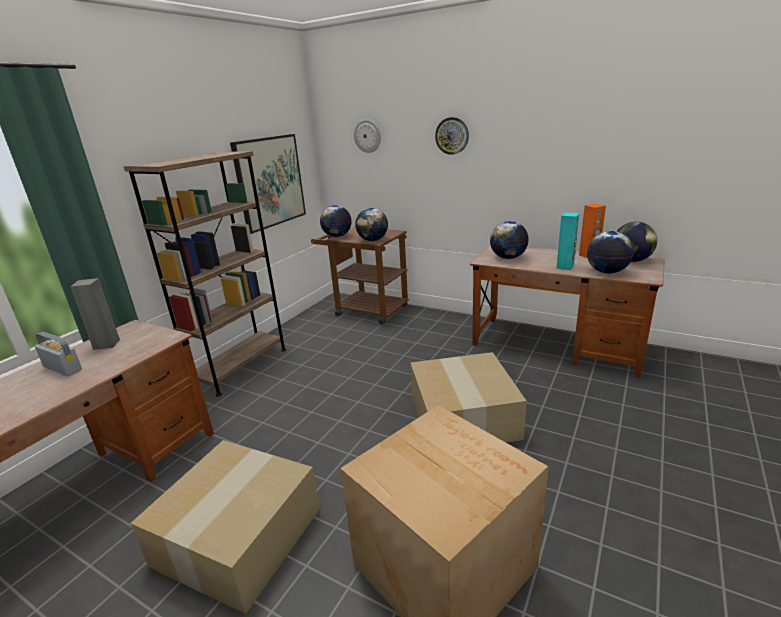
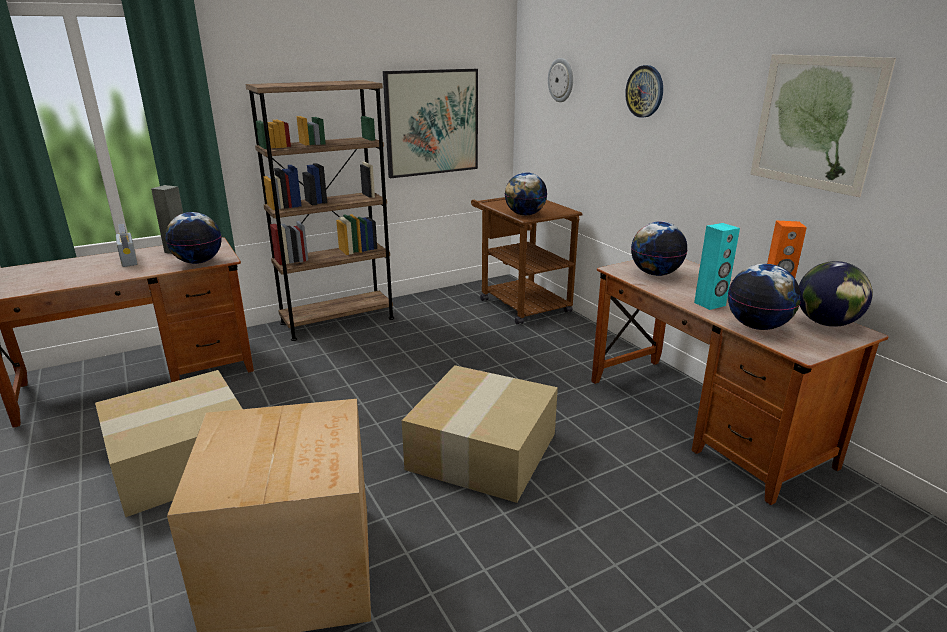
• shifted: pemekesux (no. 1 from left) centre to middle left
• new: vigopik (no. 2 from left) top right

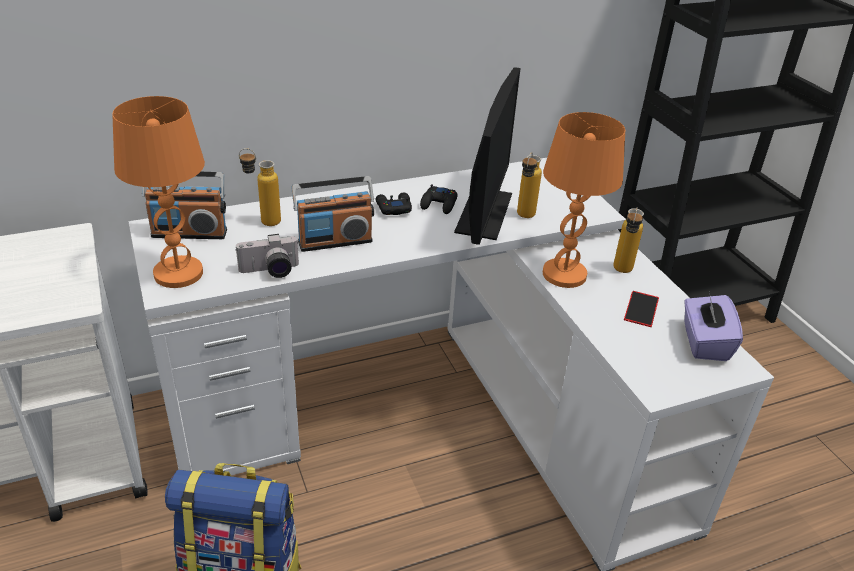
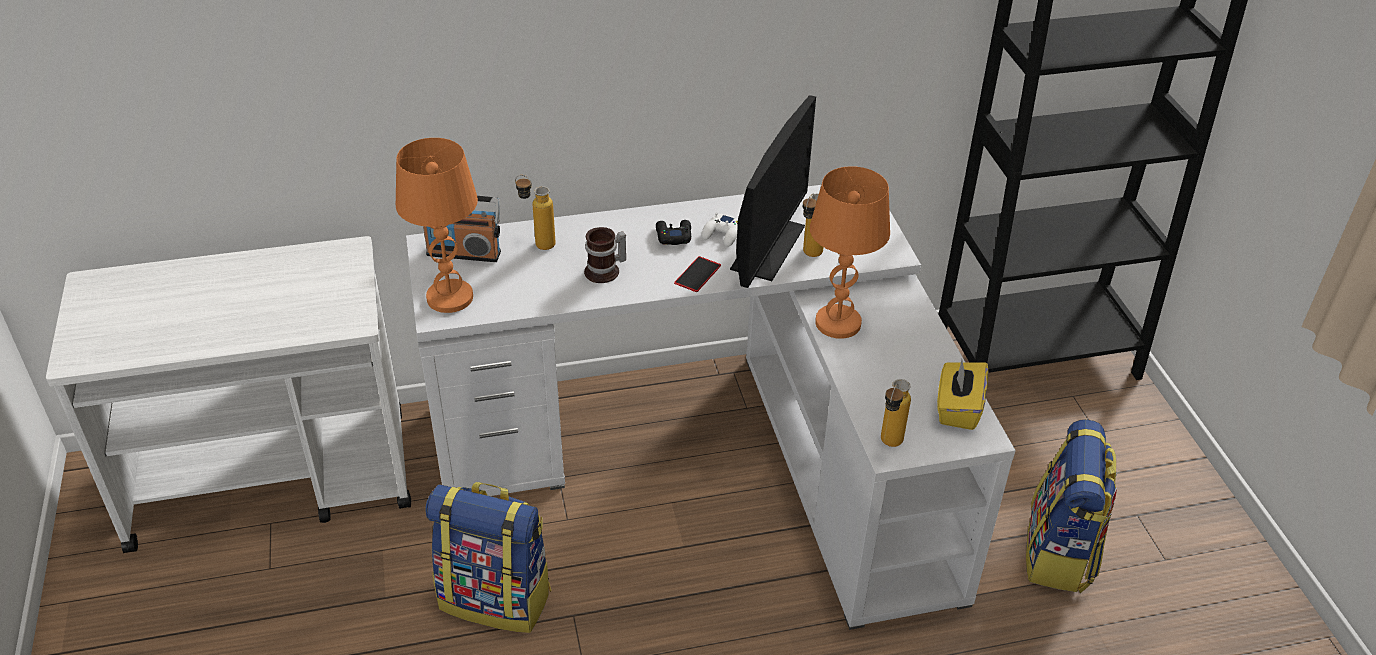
• swapped: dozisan (no. 2 from left) centre to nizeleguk centre
• repainted: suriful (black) (no. 2 from left) centre to suriful (white) centre
• shifted: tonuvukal (no. 3 from left) middle right to centre
• gone: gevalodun middle left
• shifted: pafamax middle right to centre
• repainted: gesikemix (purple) middle right to gesikemix (yellow) middle right
• new: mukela (no. 2 from left) bottom right

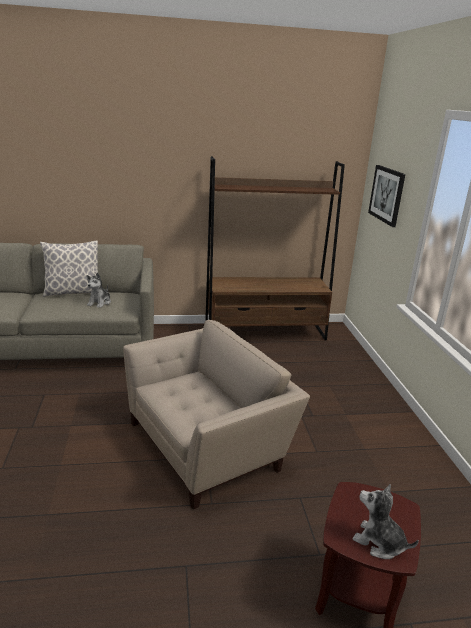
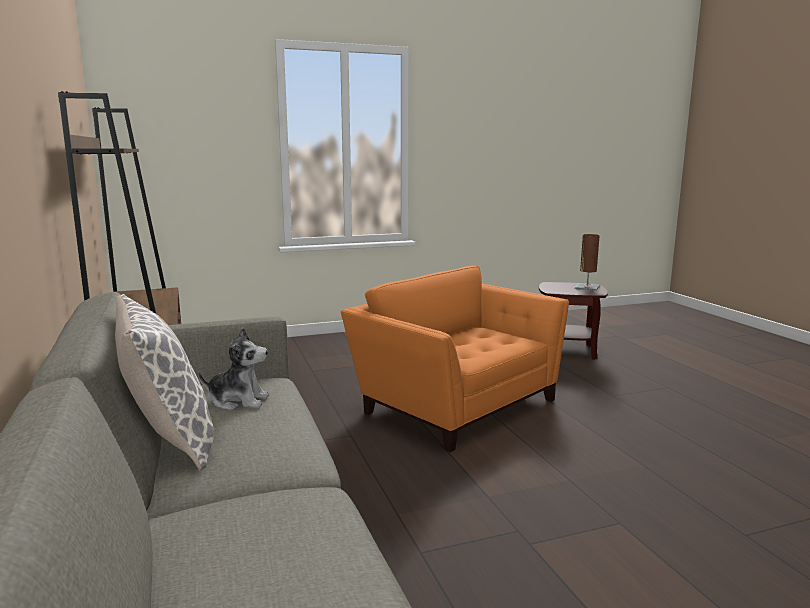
• gone: vigopik top right
• repainted: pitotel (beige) centre to pitotel (orange) centre
• swapped: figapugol (no. 2 from left) bottom right to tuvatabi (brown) middle right

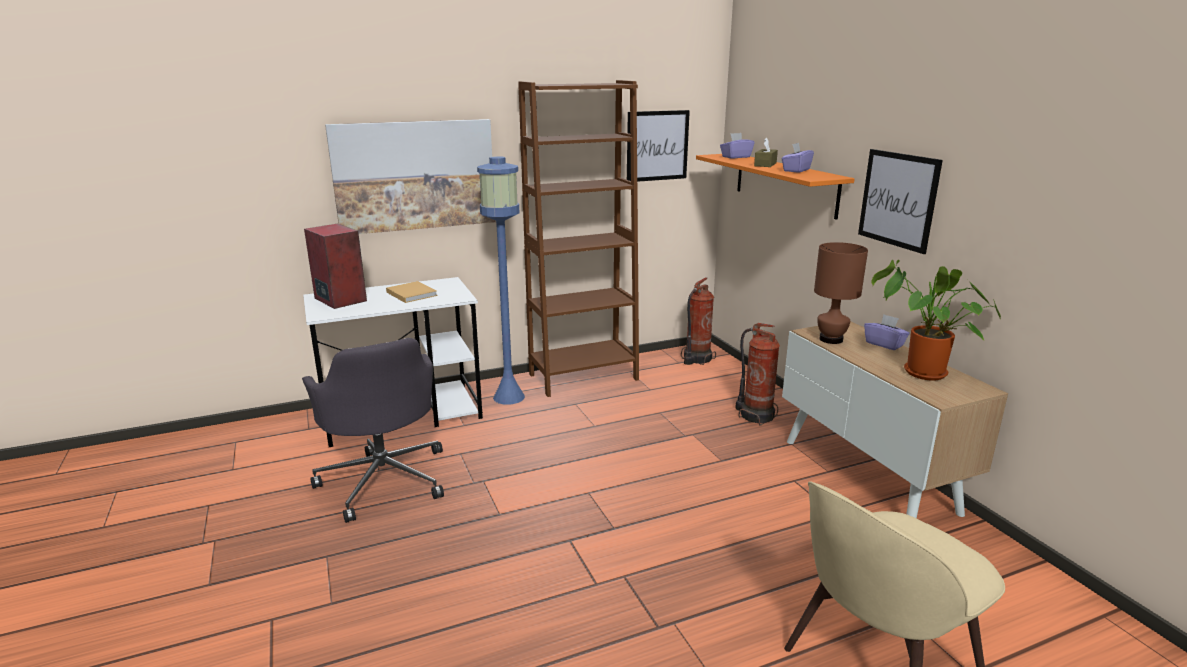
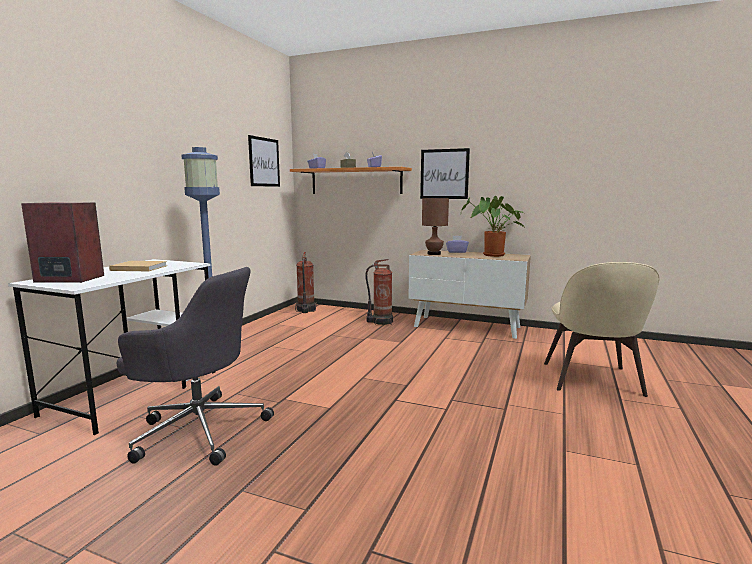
• gone: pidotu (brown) centre
• gone: vigopik (no. 1 from left) top centre

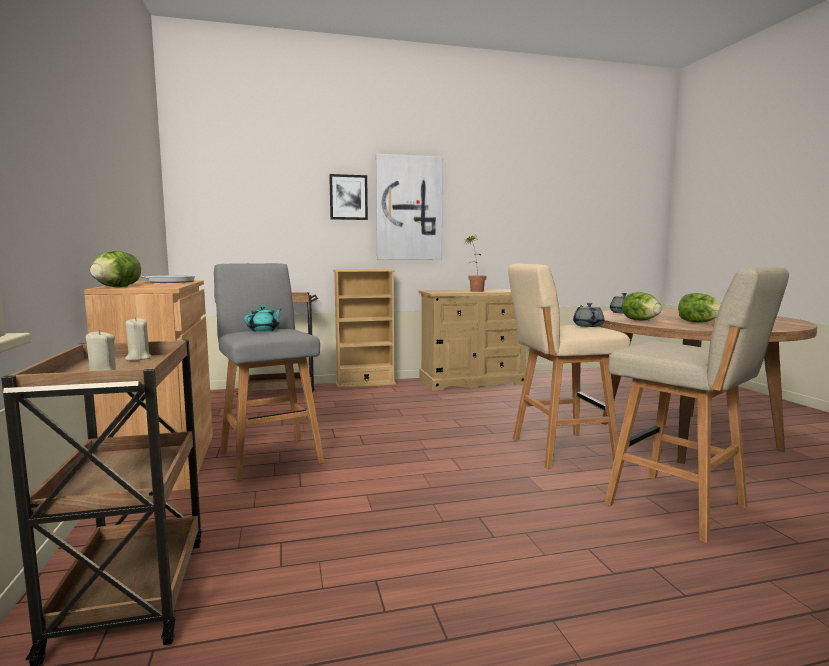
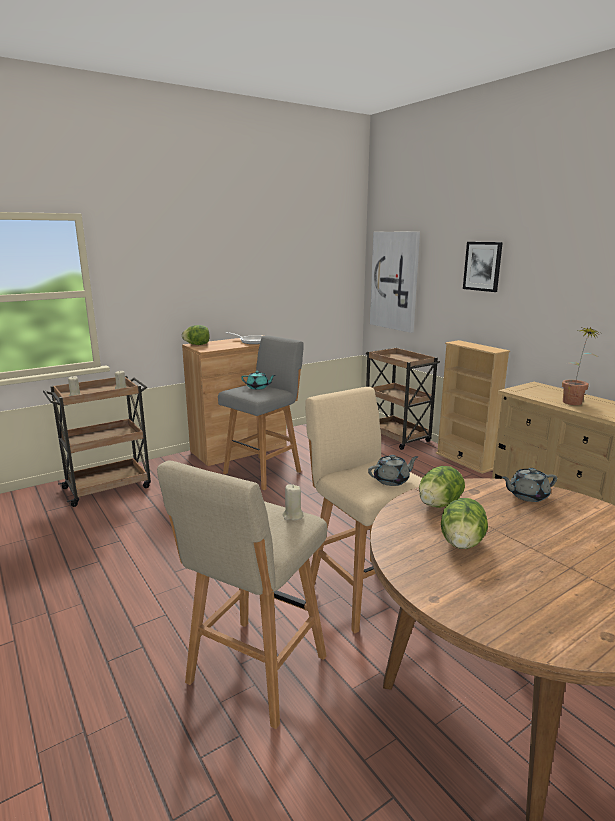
• shifted: vigopik (no. 2 from left in the first image) top centre to vigopik (no. 1 from left) centre
• new: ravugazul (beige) (no. 3 from left) centre

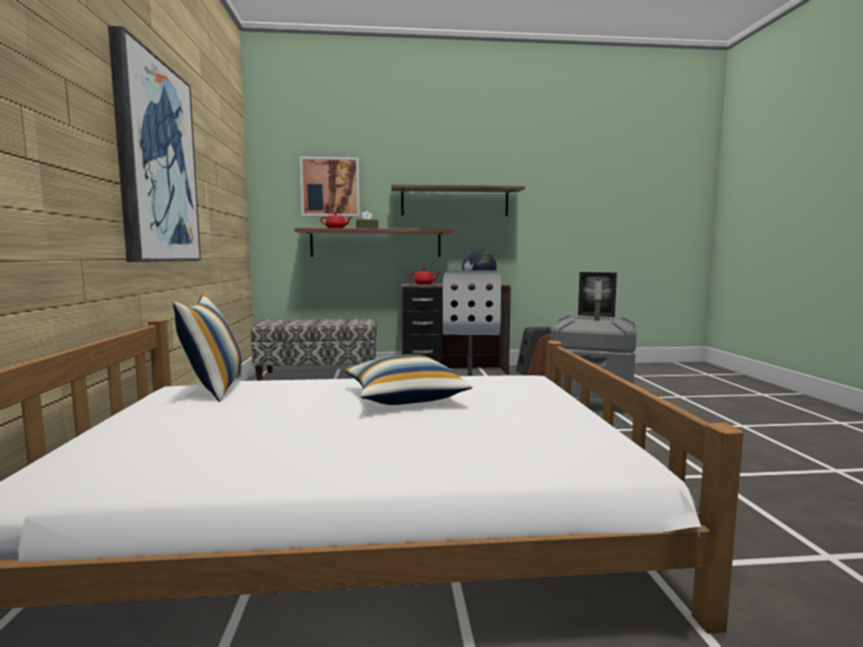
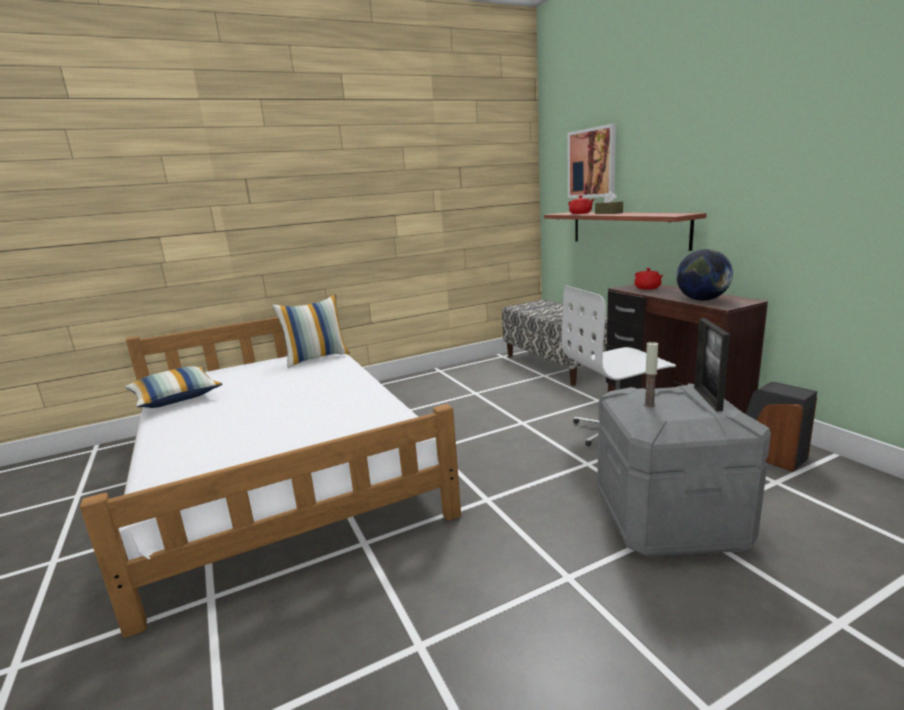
• gone: vigopik (no. 1 from left) top left
• gone: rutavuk (no. 2 from left) top centre
• shifted: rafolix (no. 2 from left in the first image) centre to rafolix (no. 1 from left) middle left

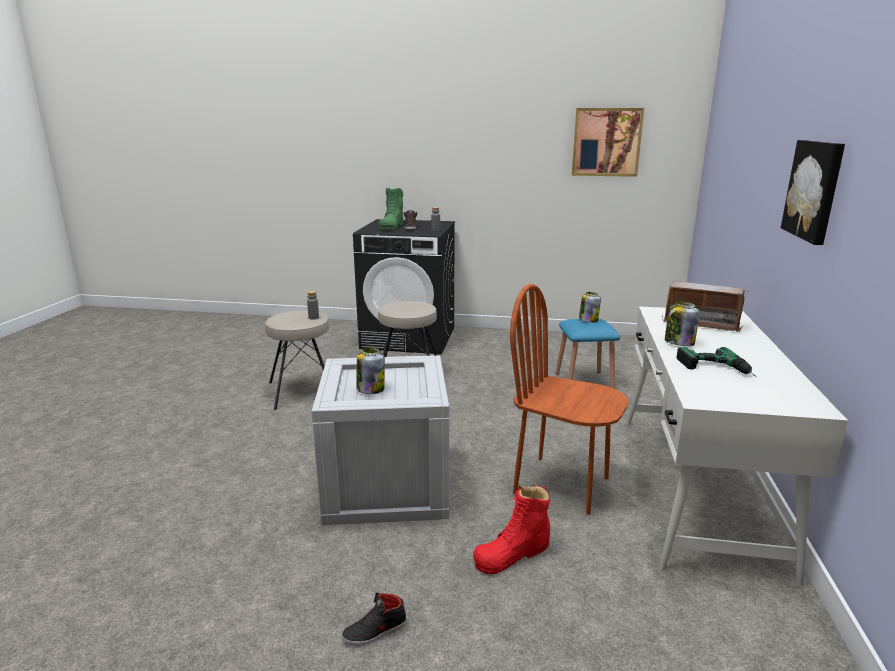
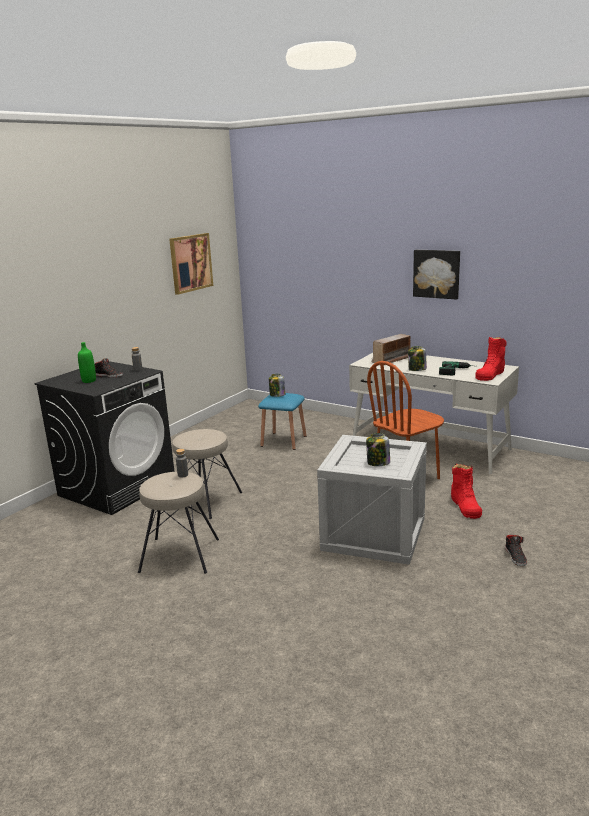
• swapped: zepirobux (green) top centre to tonuvukal (green) middle left
• new: zepirobux (red) (no. 2 from left) middle right

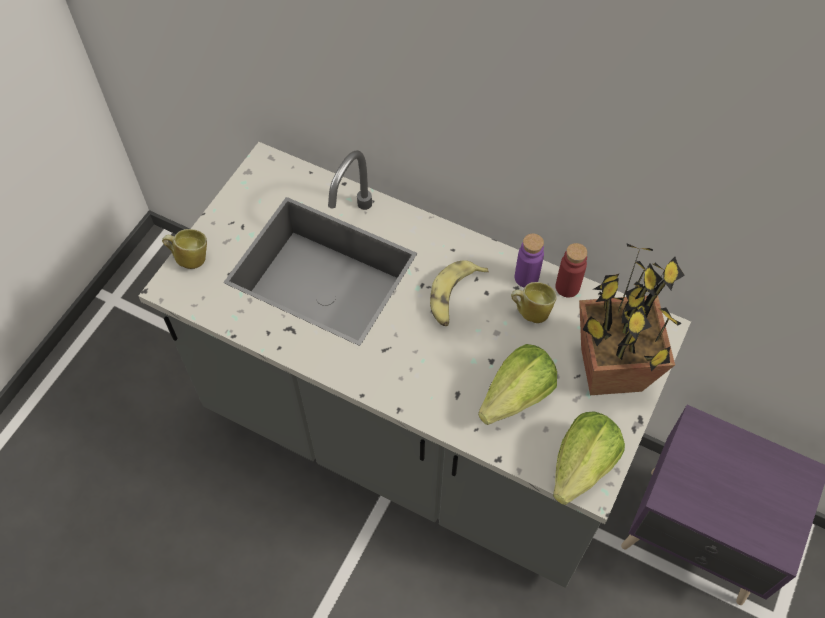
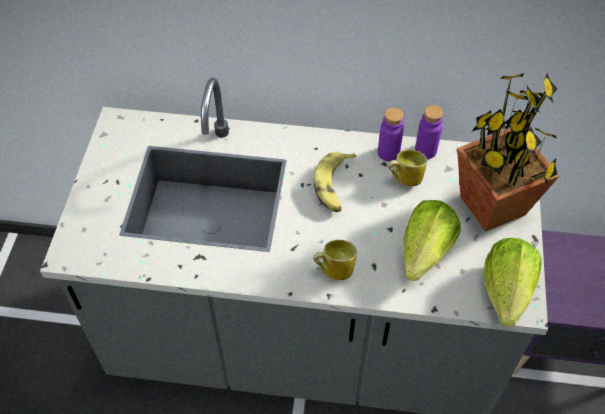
• shifted: nizeleguk (no. 1 from left) middle left to centre
• repainted: tonuvukal (red) middle right to tonuvukal (purple) (no. 2 from left) top right

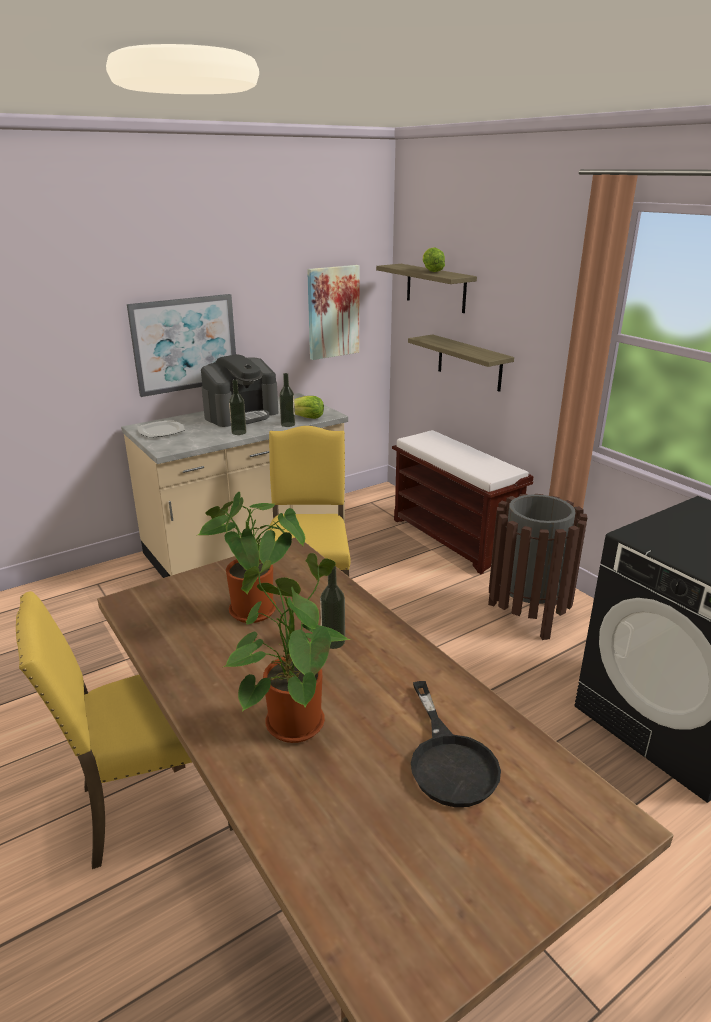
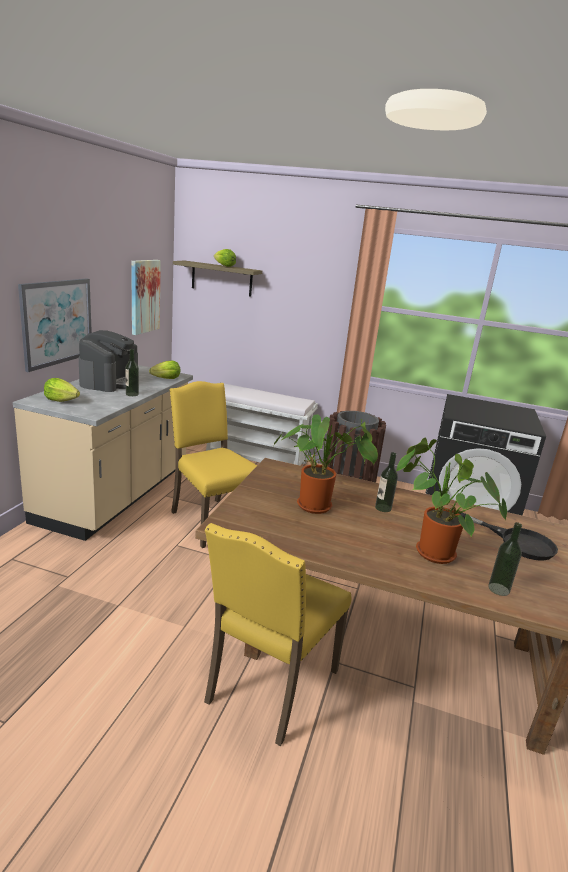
• gone: rutavuk (no. 2 from left) centre
• shifted: tonuvukal (no. 2 from left in the first image) centre to tonuvukal (no. 3 from left) middle right
• swapped: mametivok middle left to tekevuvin (no. 1 from left) middle left
• repainted: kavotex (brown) centre to kavotex (white) centre

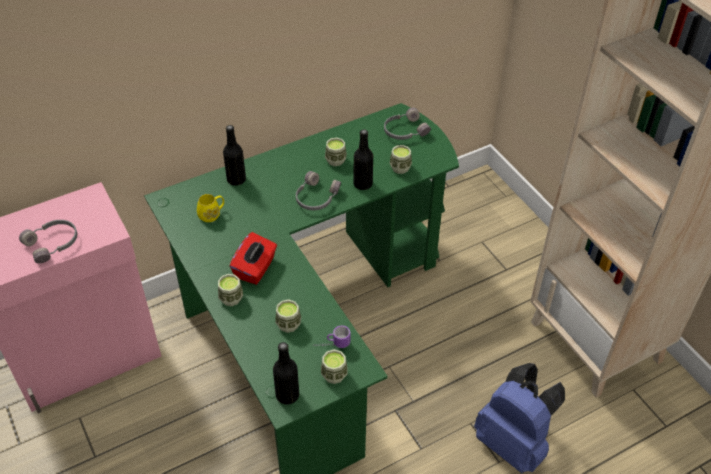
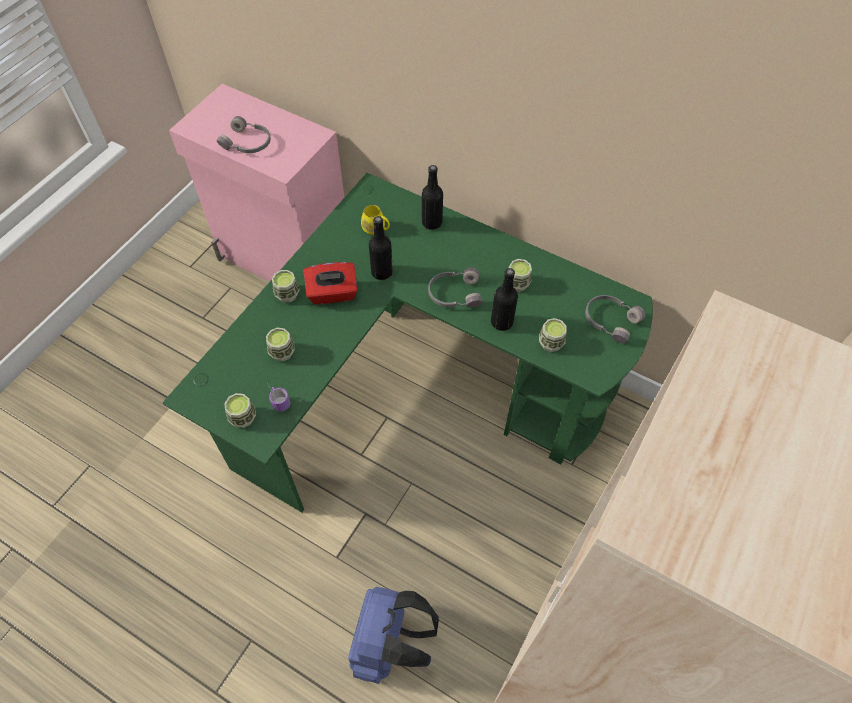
• shifted: tonuvukal (black) (no. 2 from left in the first image) bottom centre to tonuvukal (black) (no. 1 from left) centre

